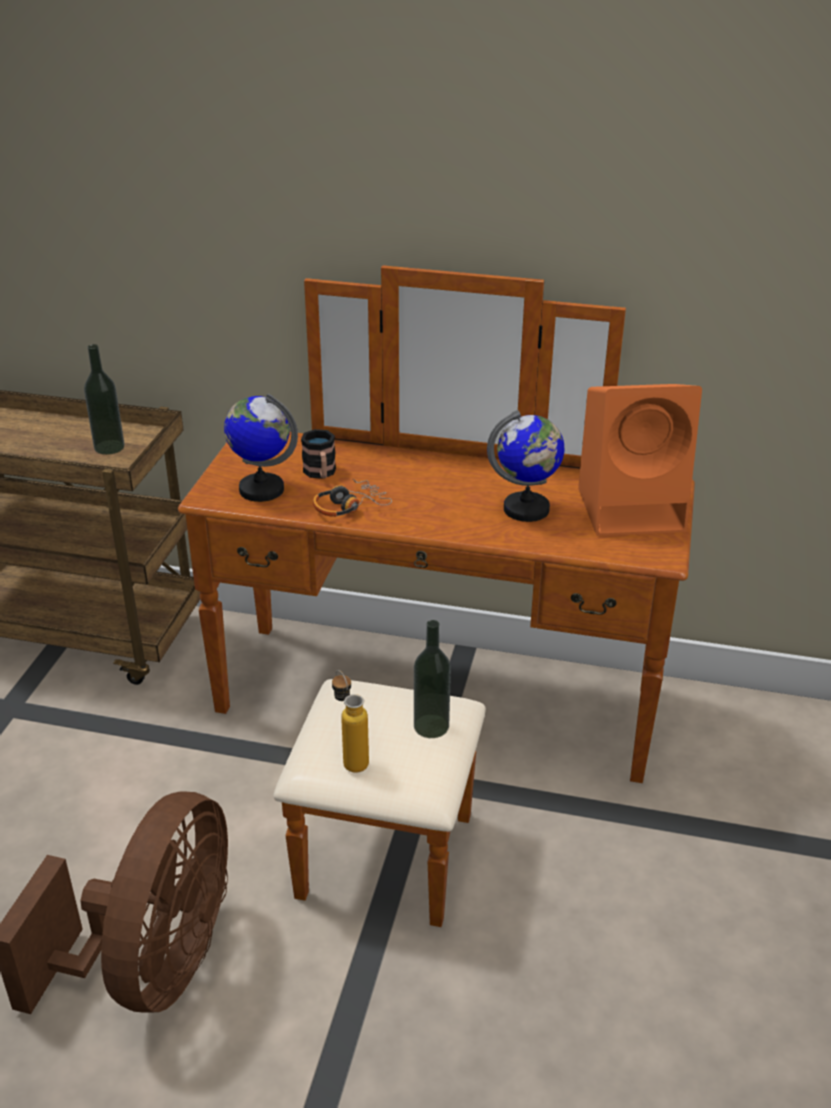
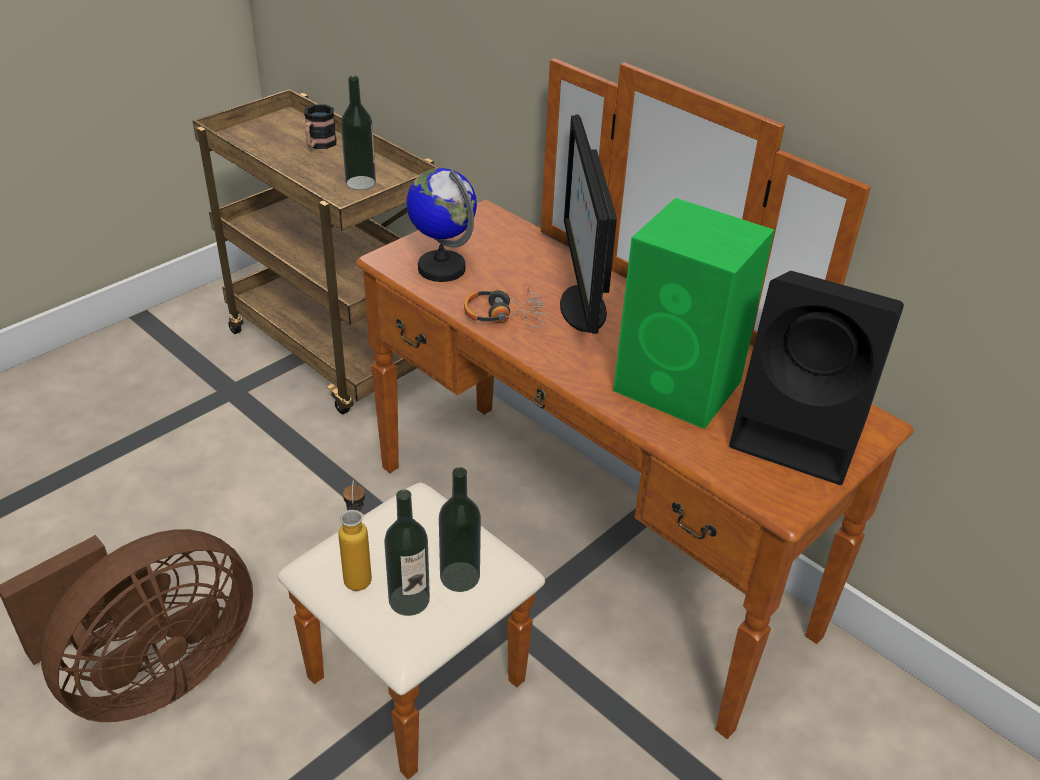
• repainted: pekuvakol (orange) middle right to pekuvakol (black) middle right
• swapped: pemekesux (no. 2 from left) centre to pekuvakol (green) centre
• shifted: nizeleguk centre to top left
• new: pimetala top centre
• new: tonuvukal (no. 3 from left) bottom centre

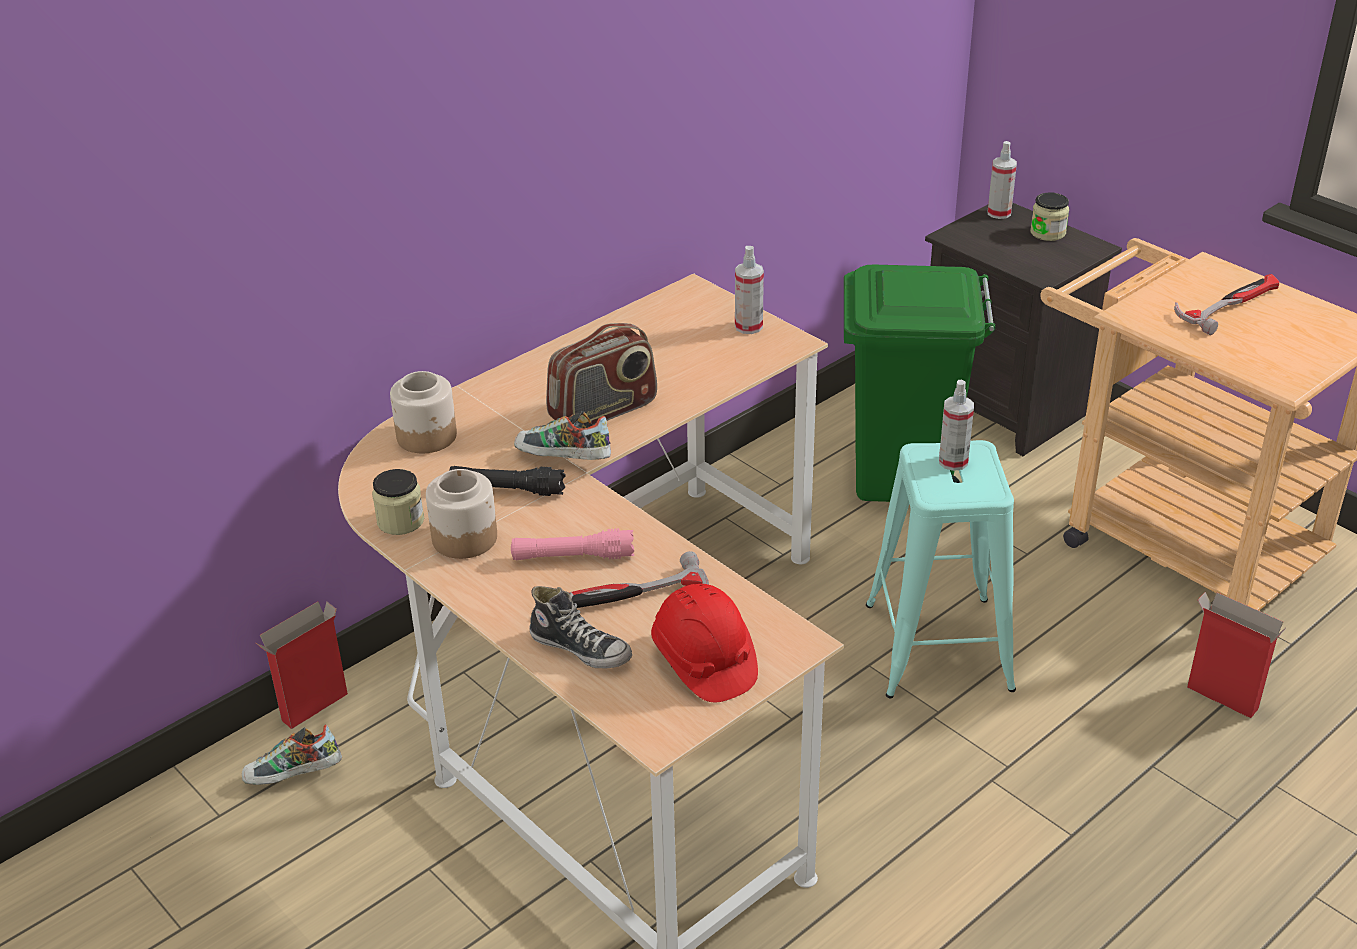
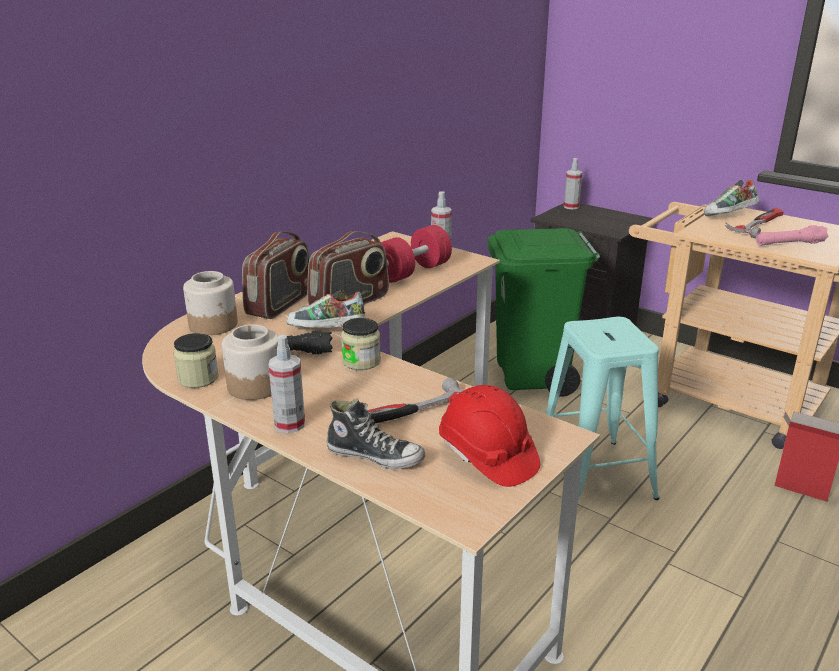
• shifted: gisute (no. 4 from left) top right to centre
• shifted: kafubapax (no. 2 from left in the first image) middle right to kafubapax (no. 1 from left) centre
• shifted: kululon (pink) centre to middle right
• gone: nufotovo (no. 1 from left) bottom left
• shifted: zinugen (no. 1 from left in the first image) bottom left to zinugen (no. 3 from left) top right
• new: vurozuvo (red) centre
• new: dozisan (no. 1 from left) middle left

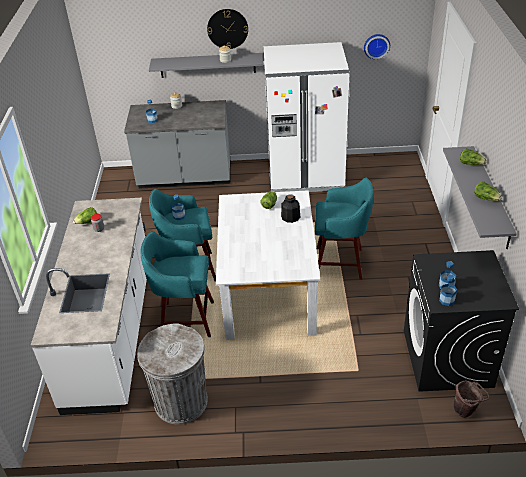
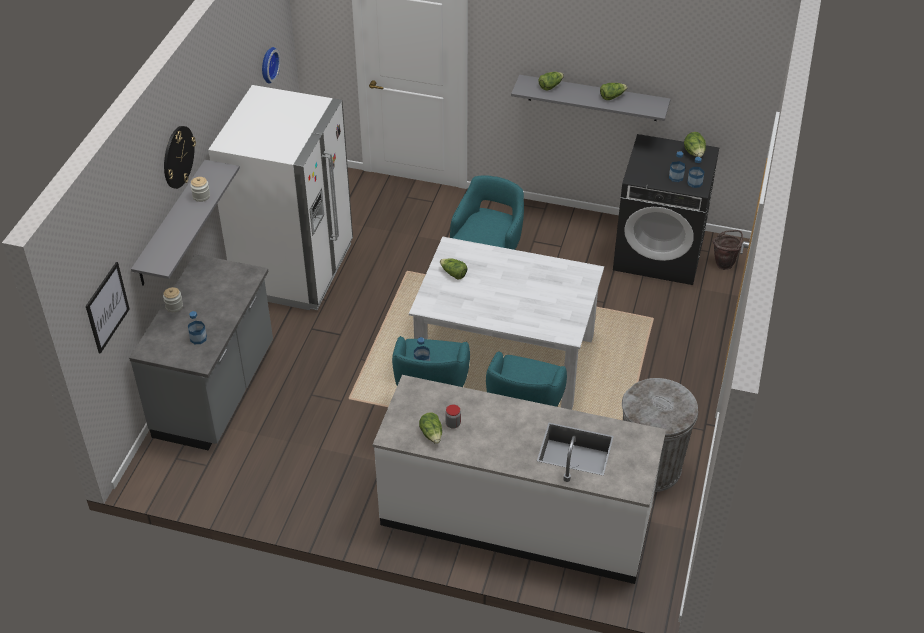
• gone: tonuvukal (no. 3 from left) centre
• new: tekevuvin (no. 5 from left) top right
• new: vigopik middle left

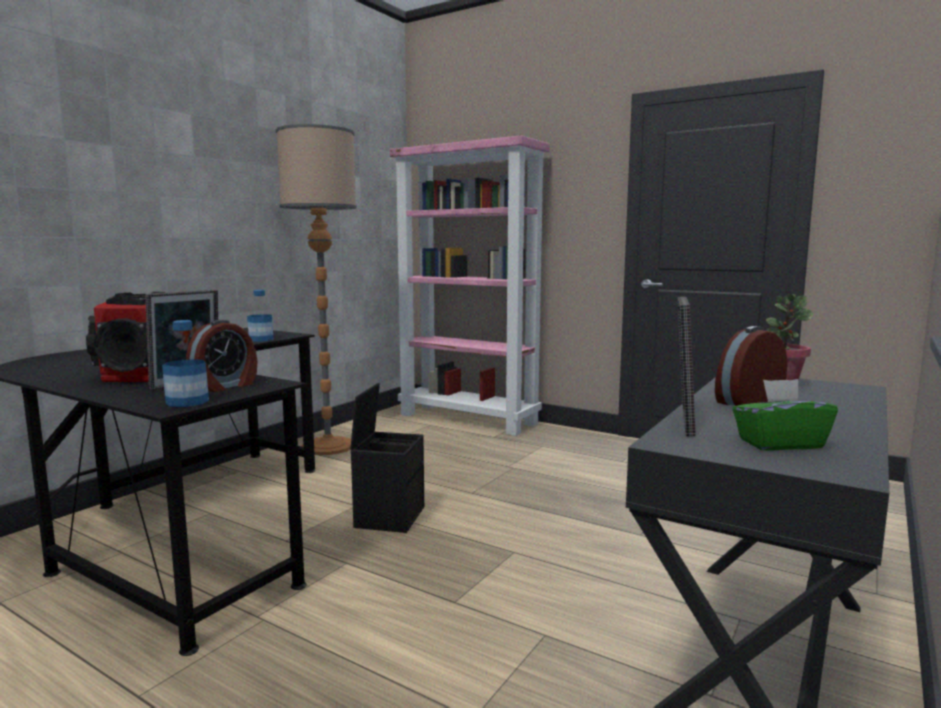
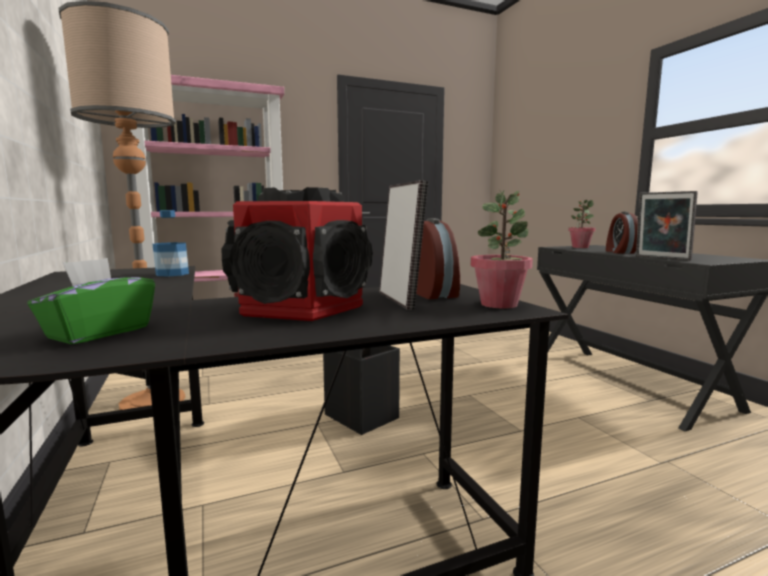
• swapped: tonuvukal (no. 1 from left) middle left to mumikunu (no. 1 from left) centre
• shifted: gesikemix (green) middle right to middle left

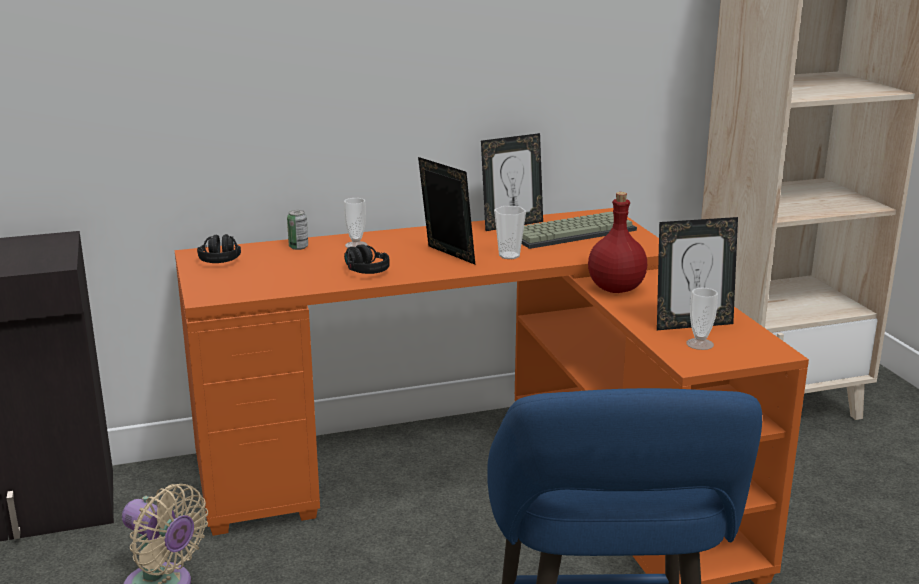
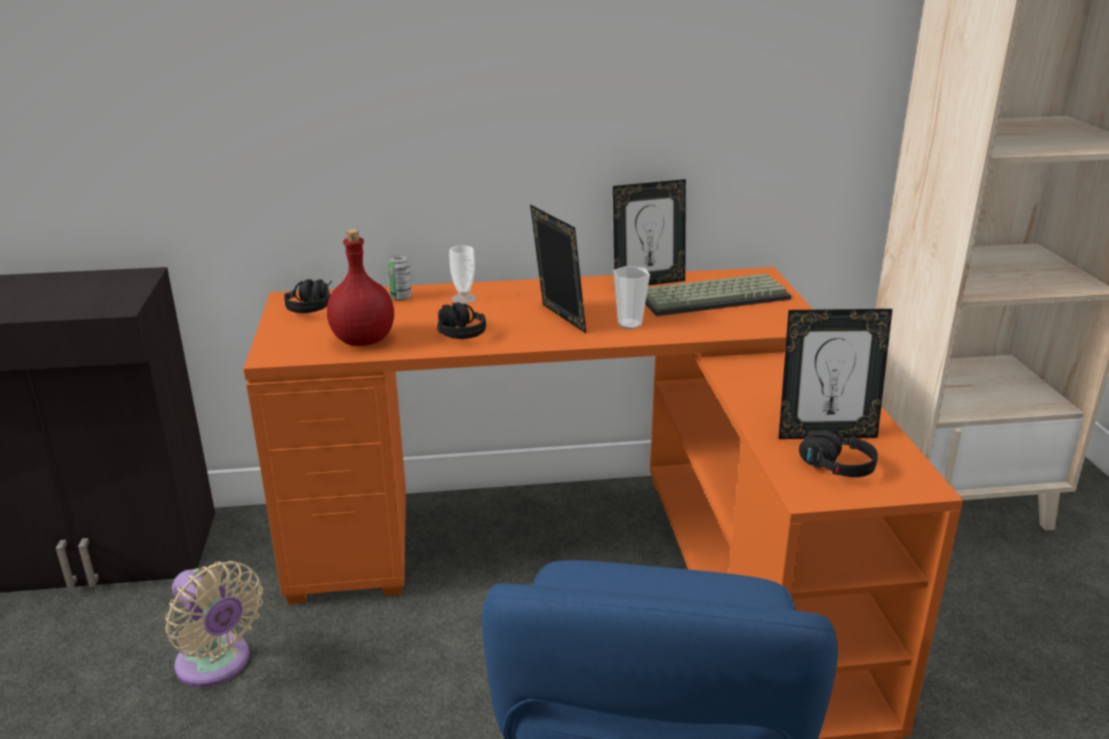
• shifted: tonuvukal (red) middle right to middle left
• swapped: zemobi (no. 3 from left) middle right to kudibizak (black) (no. 3 from left) middle right

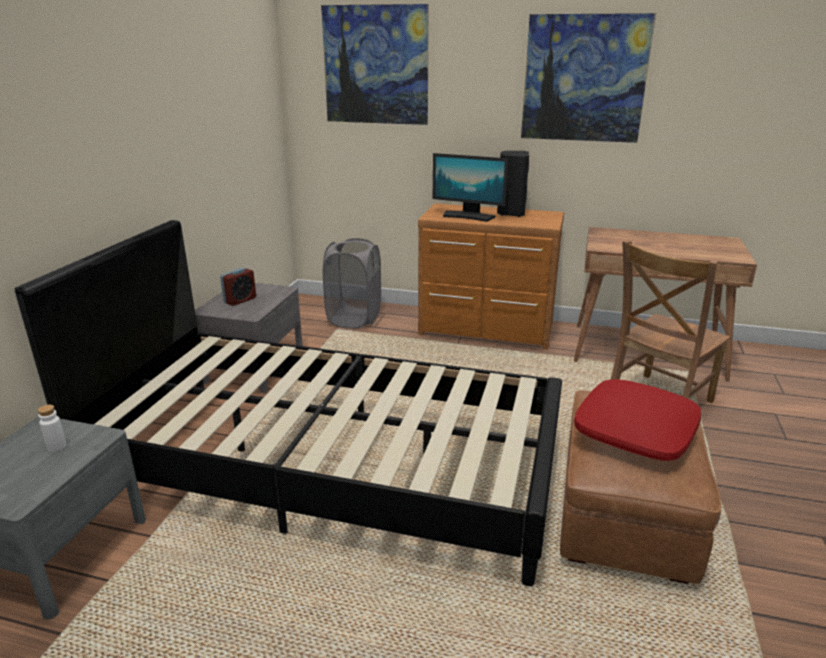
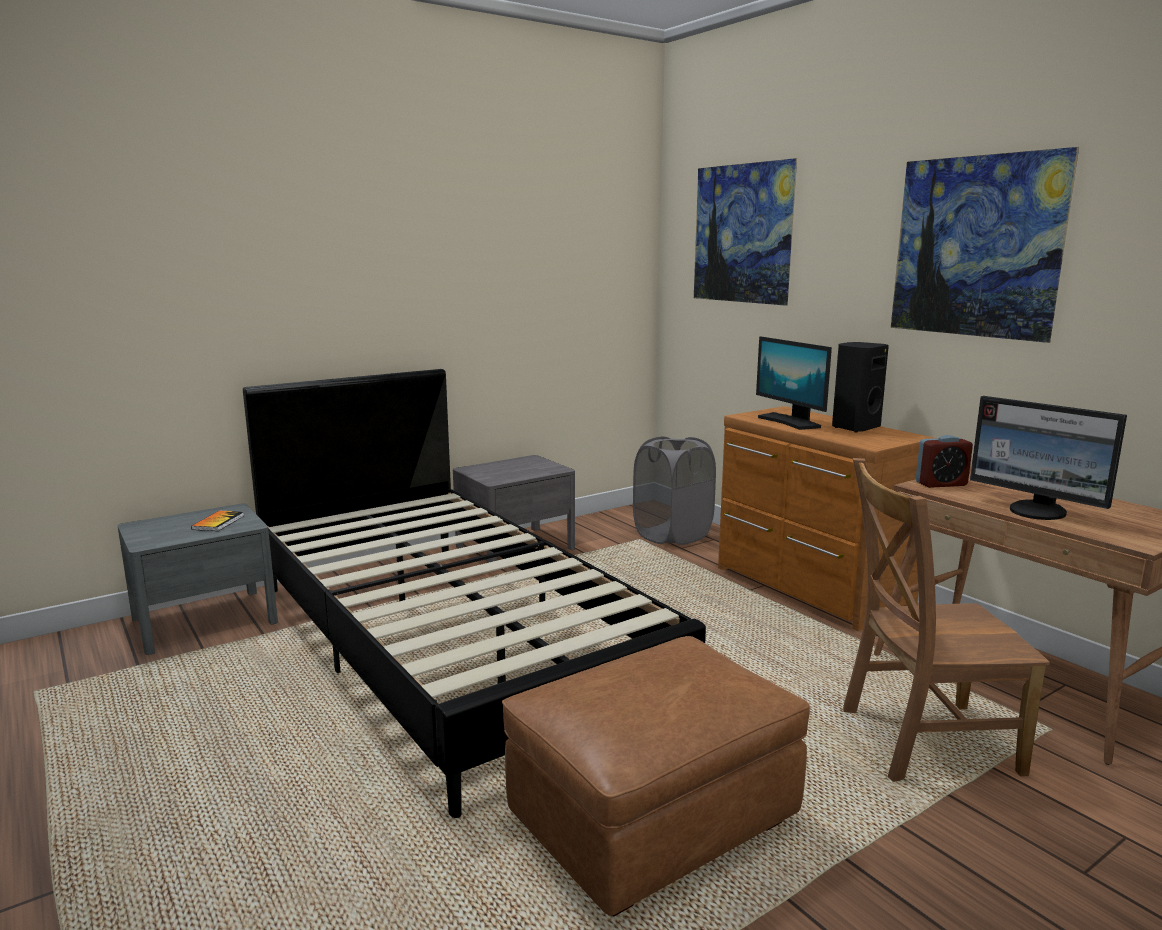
• shifted: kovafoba middle left to middle right
• gone: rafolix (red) middle right
• swapped: tonuvukal (white) middle left to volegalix middle left
• new: pimetala (no. 2 from left) middle right

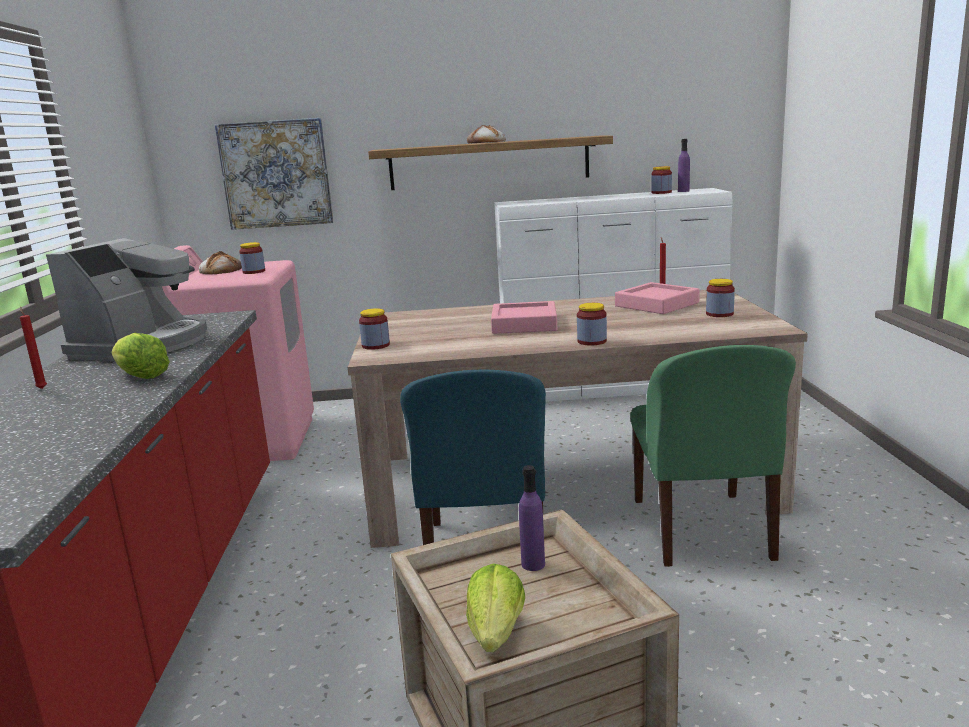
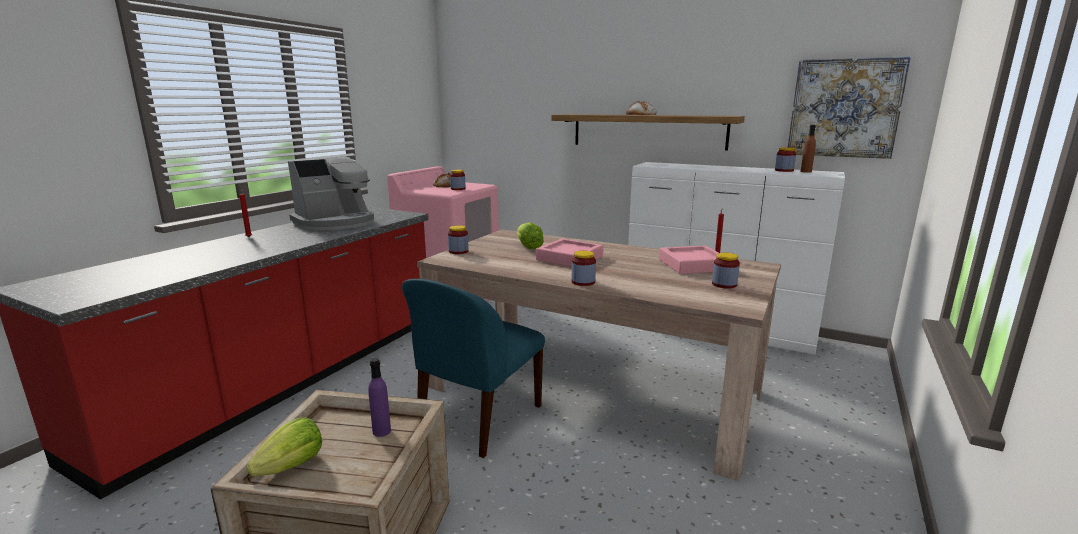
• shifted: vigopik top left to top right
• repainted: tonuvukal (purple) (no. 2 from left) top right to tonuvukal (brown) top right
• shifted: tekevuvin (no. 1 from left in the first image) middle left to tekevuvin (no. 2 from left) centre
• gone: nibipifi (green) middle right

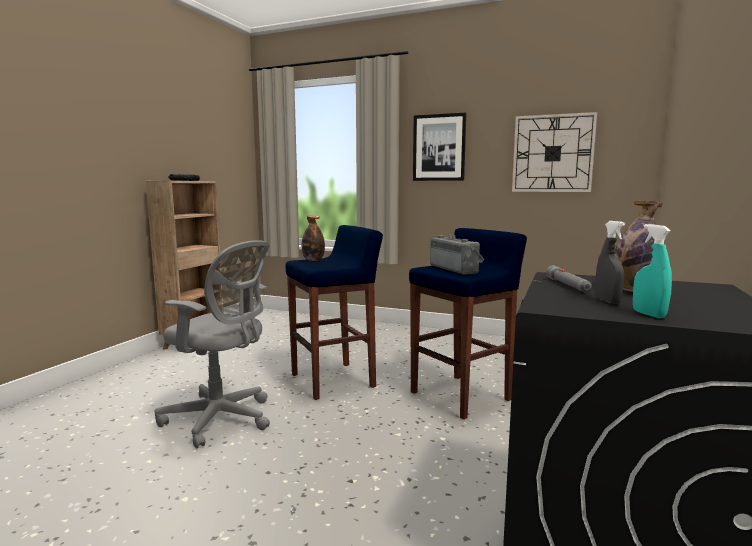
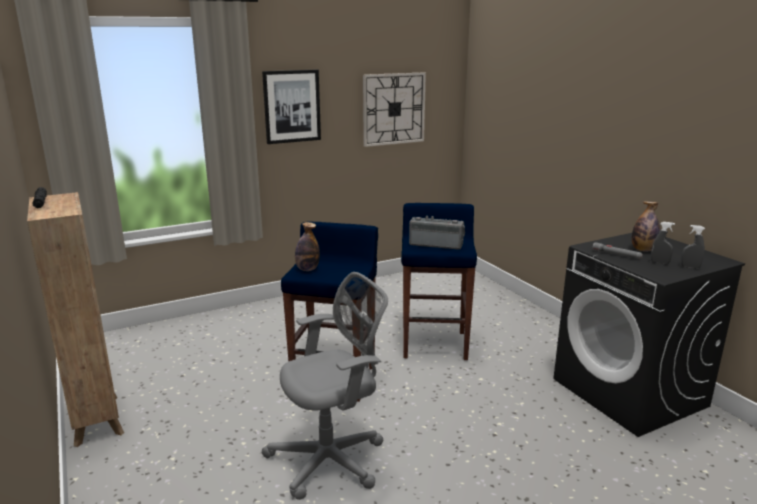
• repainted: kafubapax (turquoise) middle right to kafubapax (grey) (no. 2 from left) middle right

